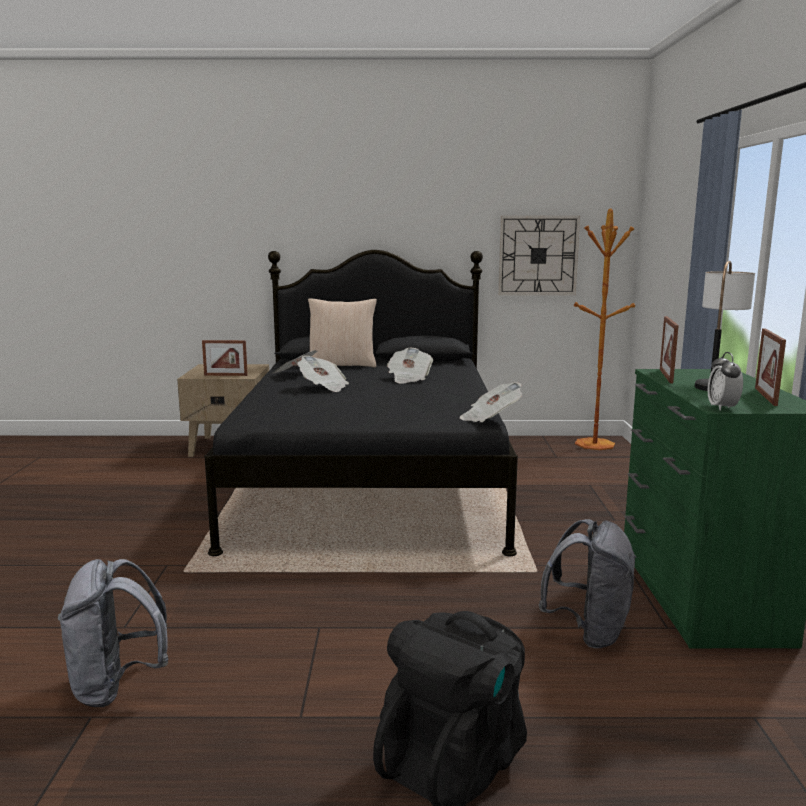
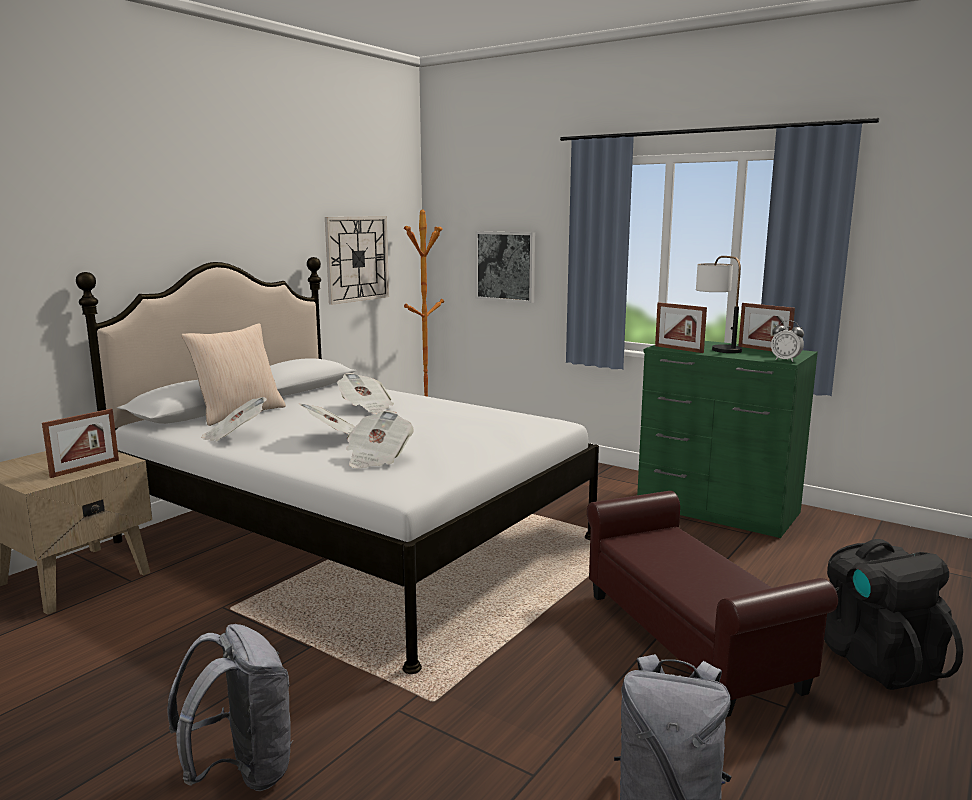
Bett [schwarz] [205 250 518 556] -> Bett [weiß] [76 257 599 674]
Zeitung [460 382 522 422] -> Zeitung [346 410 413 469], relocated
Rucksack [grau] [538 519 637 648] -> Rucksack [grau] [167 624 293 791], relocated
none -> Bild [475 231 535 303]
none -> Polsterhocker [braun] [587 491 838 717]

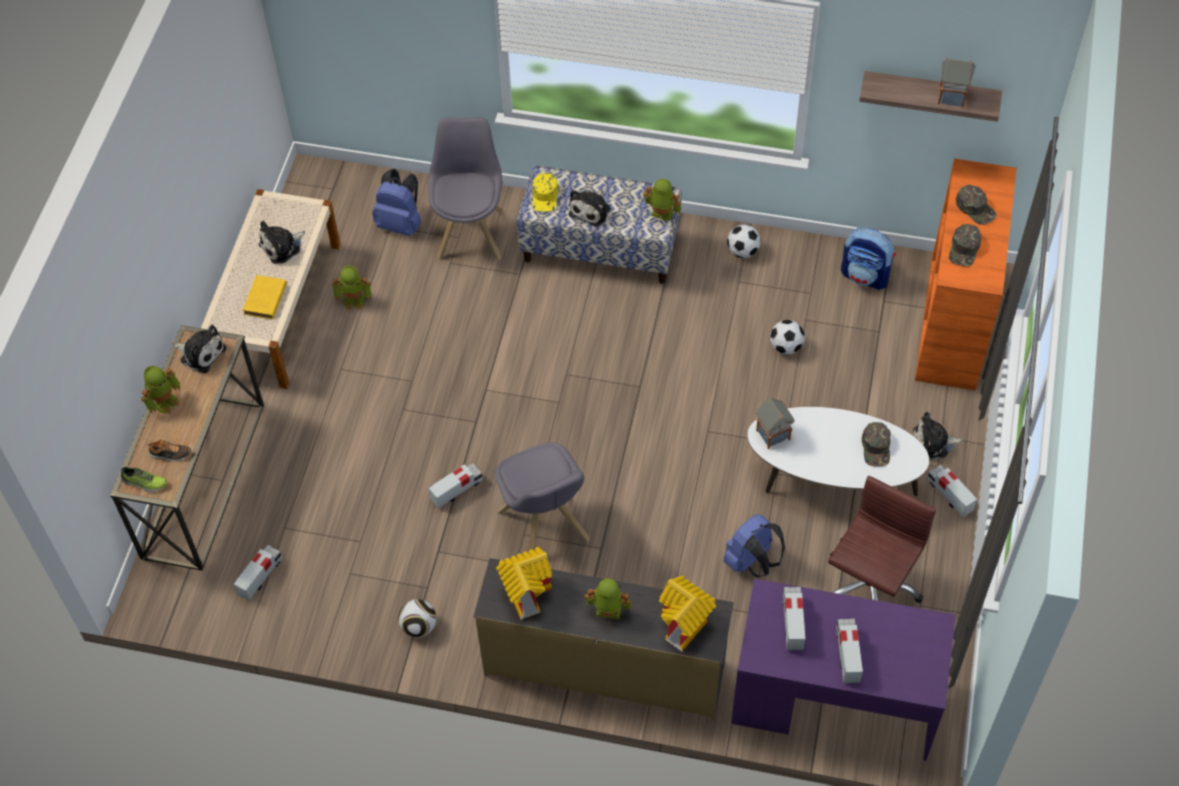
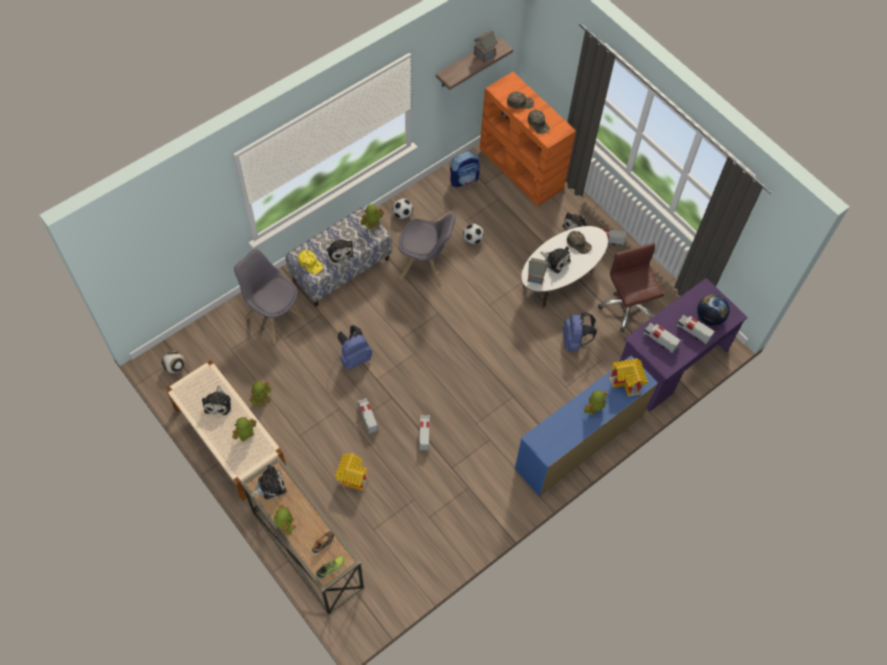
Spielzeuglaster [234 545 282 601] -> Spielzeuglaster [358 398 378 434], relocated
Buch [gelb] [243 275 287 319] -> Spielzeugroboter [232 417 257 442]
Rucksack [blau] [373 168 421 236] -> Rucksack [blau] [338 325 372 370], relocated
Fußball [398 599 436 638] -> Fußball [162 351 185 373], relocated
Kommode [schwarz] [474 558 734 720] -> Kommode [blau] [515 356 658 497]
Stuhl [grau] [495 442 590 553] -> Stuhl [grau] [398 213 456 287], relocated
Spielzeughaus [496 547 552 619] -> Spielzeughaus [335 453 367 491], relocated
none -> Plüschtier [540 246 571 273]
none -> Globus [697 294 730 326]

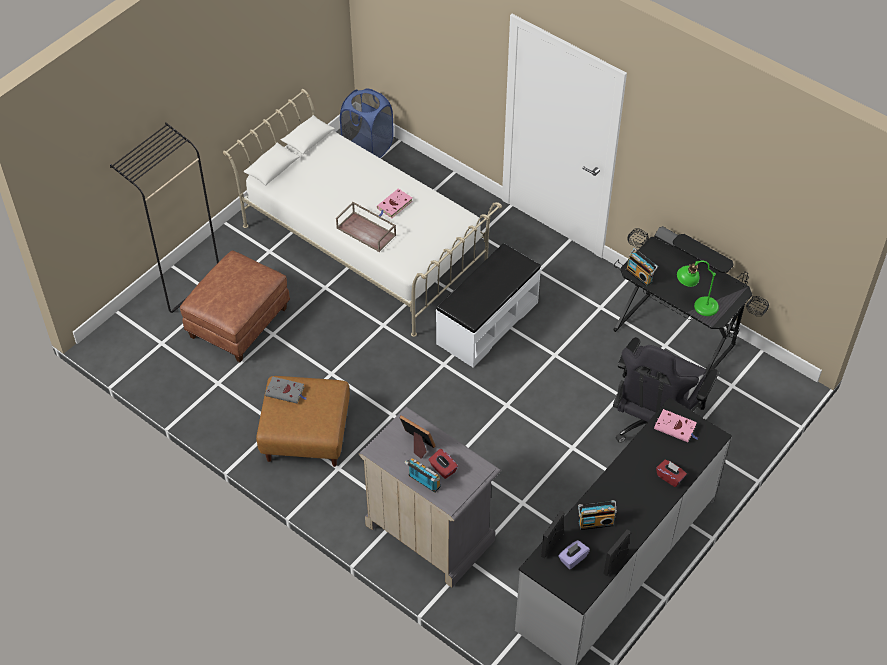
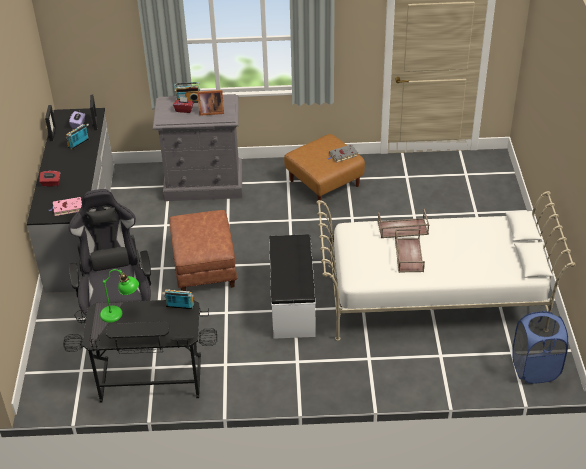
Kleiderständer [schwarz] [110 122 219 313] -> none
Polsterhocker [braun] [180 250 290 362] -> Polsterhocker [braun] [169 210 237 291], relocated
Buch [rosa] [377 189 413 218] -> Tablett [braun] [395 229 425 273]

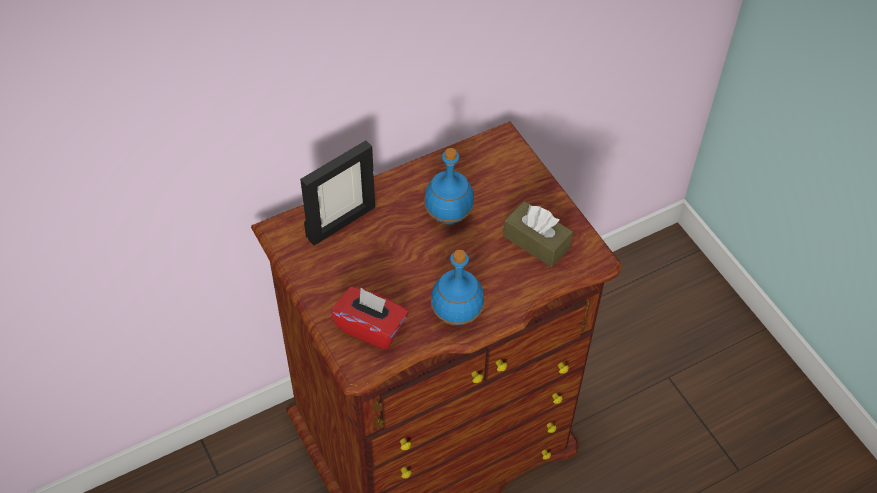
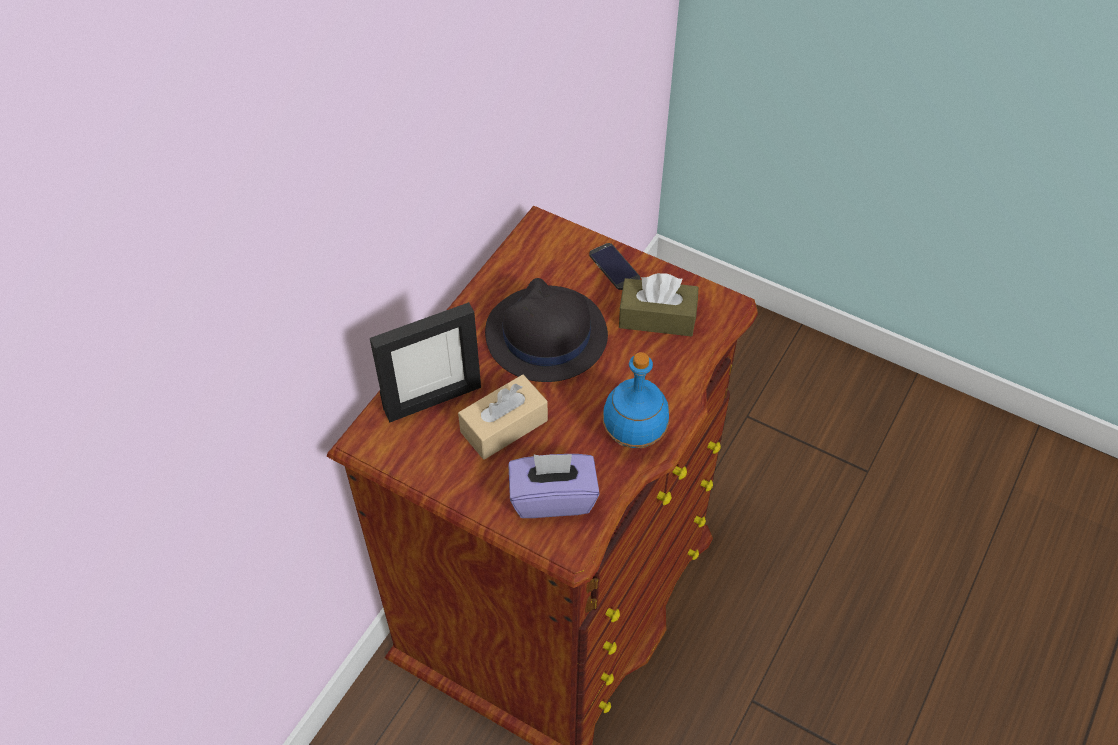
Bilderrahmen [300 140 375 246] -> Bilderrahmen [370 302 481 422], 45 degrees clockwise
Taschentuchbox [rot] [331 286 409 350] -> Taschentuchbox [lila] [508 454 600 518]
Flasche [blau] [424 148 474 225] -> Hut [schwarz] [485 278 608 382]
none -> Taschentuchbox [beige] [458 374 548 460]
none -> Handy [589 243 640 290]

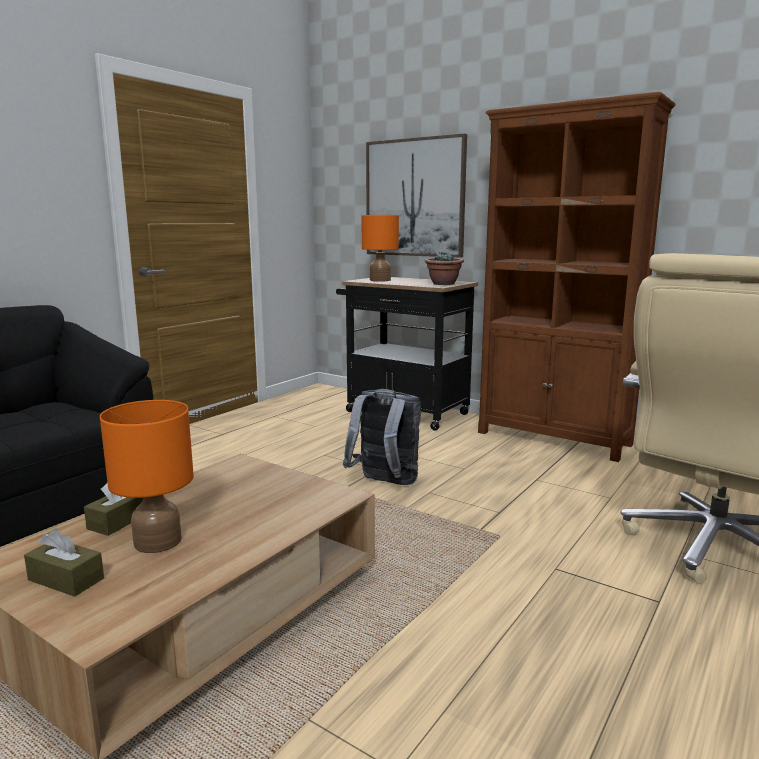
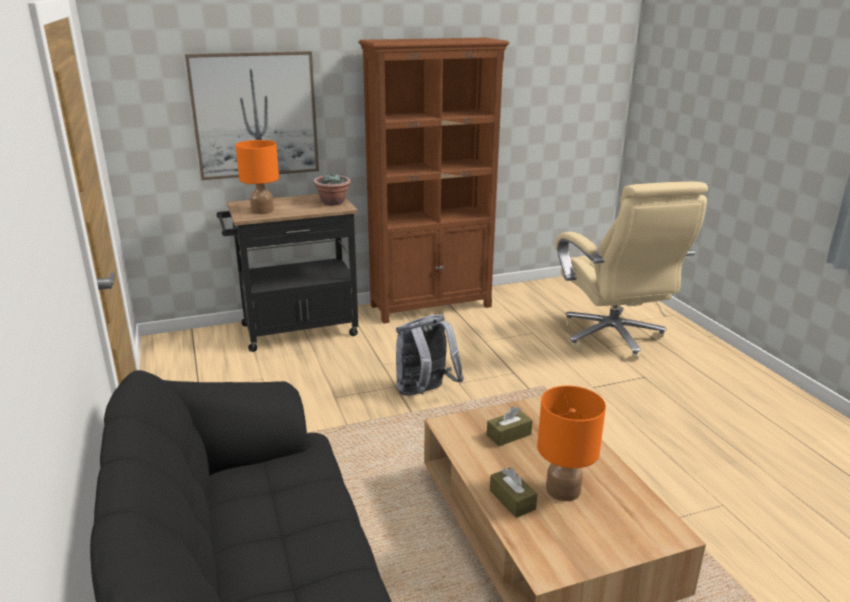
Taschentuchbox [braun] [24 528 104 597] -> Taschentuchbox [braun] [487 406 533 446], relocated

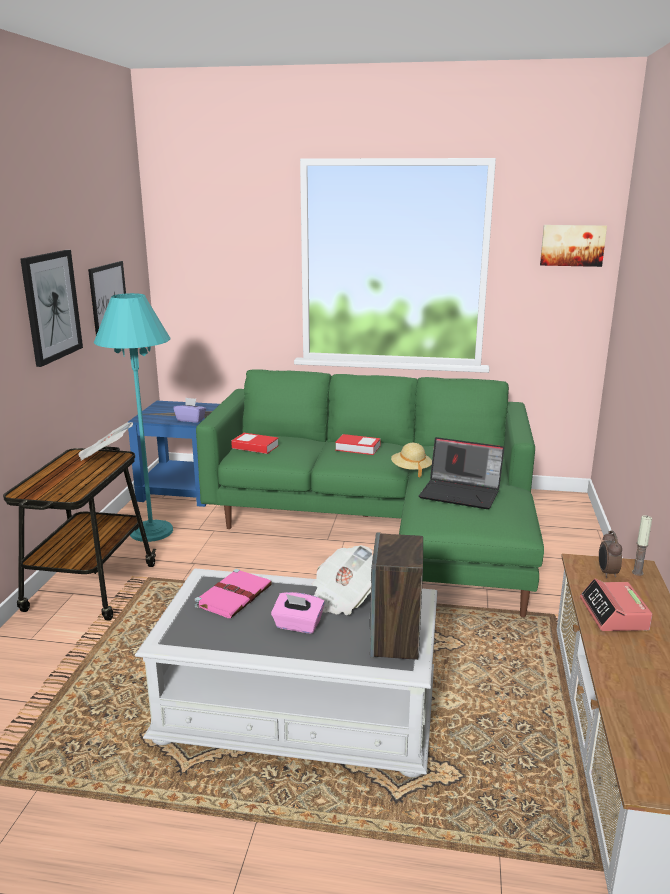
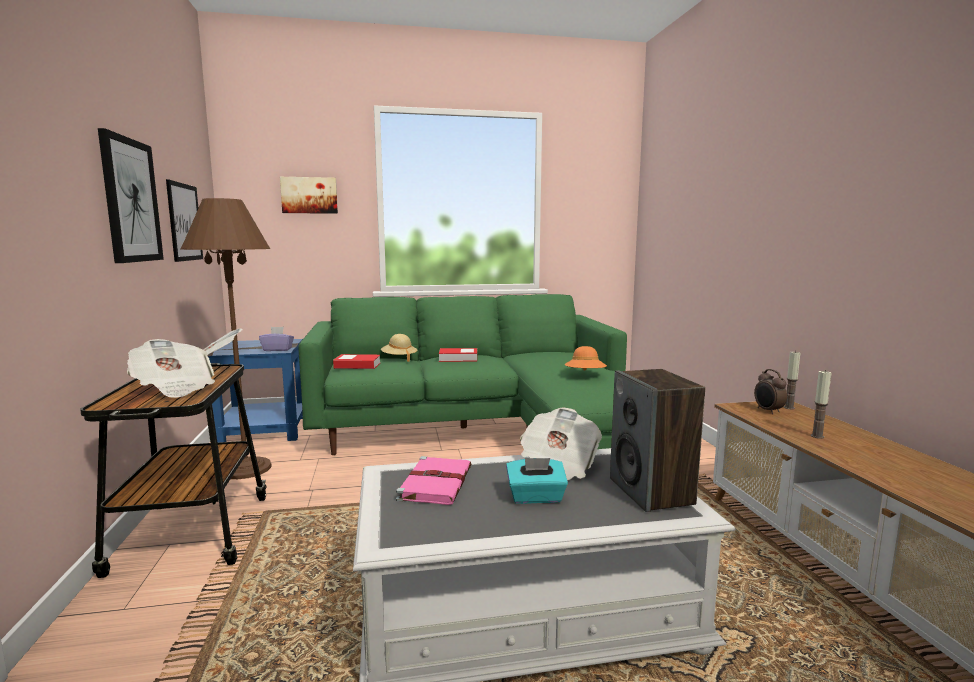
Stehlampe [türkis] [94 293 173 542] -> Stehlampe [braun] [181 198 272 479]
Taschentuchbox [rosa] [271 592 325 634] -> Taschentuchbox [türkis] [506 458 568 504]
Hut [beige] [391 443 432 478] -> Hut [beige] [381 334 417 362], relocated
Laptop [419 437 505 509] -> Hut [orange] [565 346 607 371]
Bild [540 225 607 267] -> Bild [280 177 338 214], relocated
Wecker [580 578 653 631] -> Kerze [811 370 831 439]
none -> Zeitung [127 339 215 398]

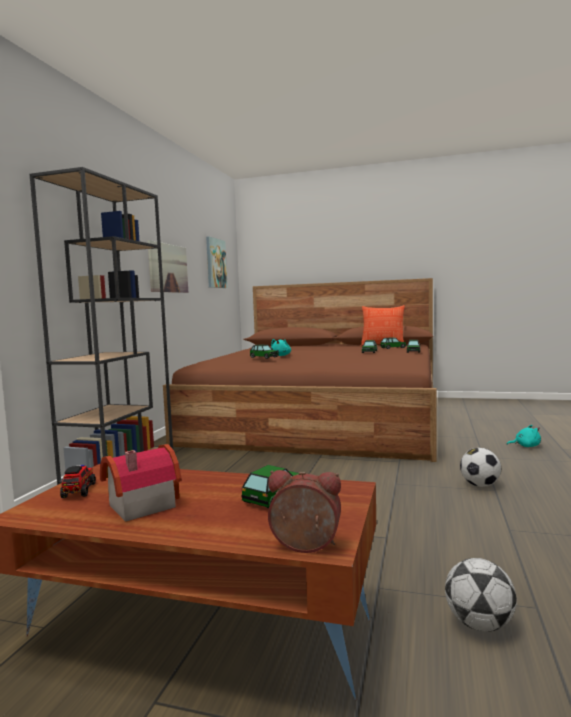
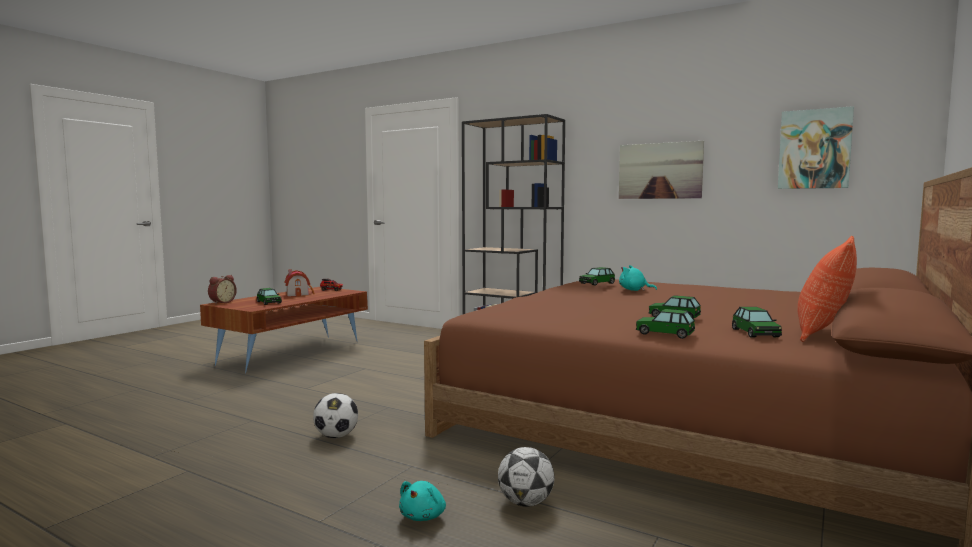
Fußball [445 558 517 632] -> Fußball [498 447 554 507], relocated

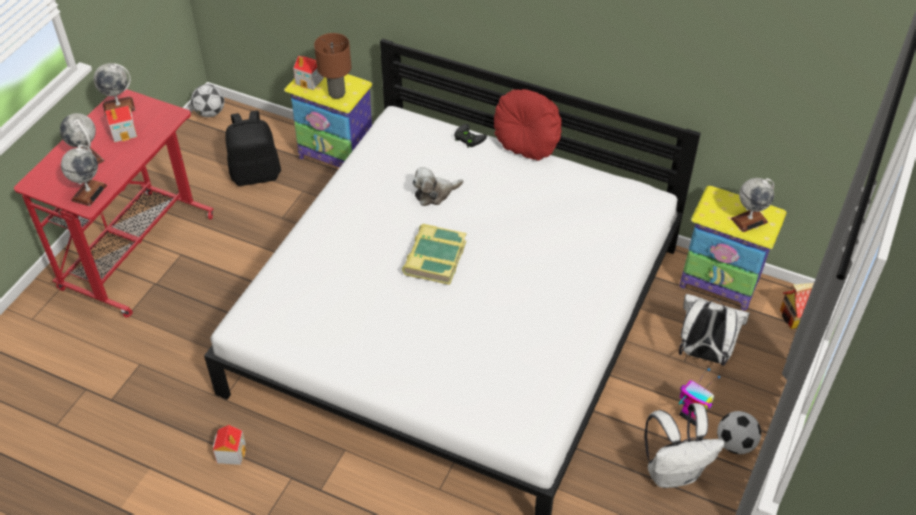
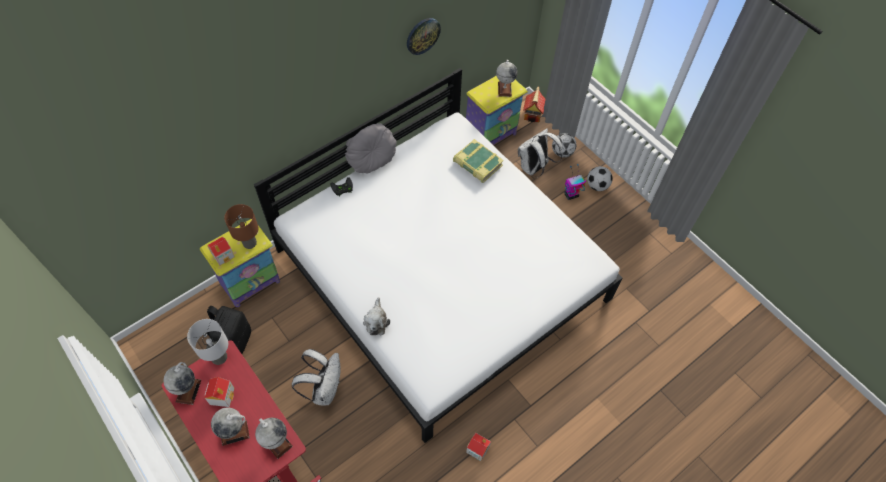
Fußball [191 84 224 117] -> Fußball [552 133 576 158], relocated
Buch [402 224 467 285] -> Buch [453 139 504 183], relocated
Plüschtier [412 167 463 206] -> Plüschtier [363 297 390 335], relocated
Kissen [rot] [494 89 562 161] -> Kissen [grau] [345 123 397 173]
Rucksack [weiß] [645 403 725 488] -> Rucksack [weiß] [292 349 341 406], relocated
none -> Tischlampe [weiß] [187 319 228 365]
none -> Wanduhr [407 18 441 55]

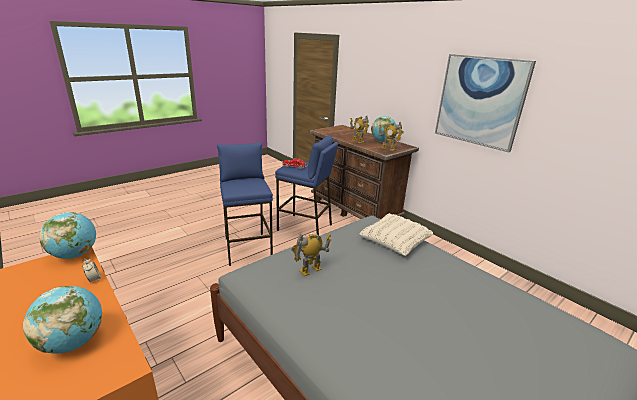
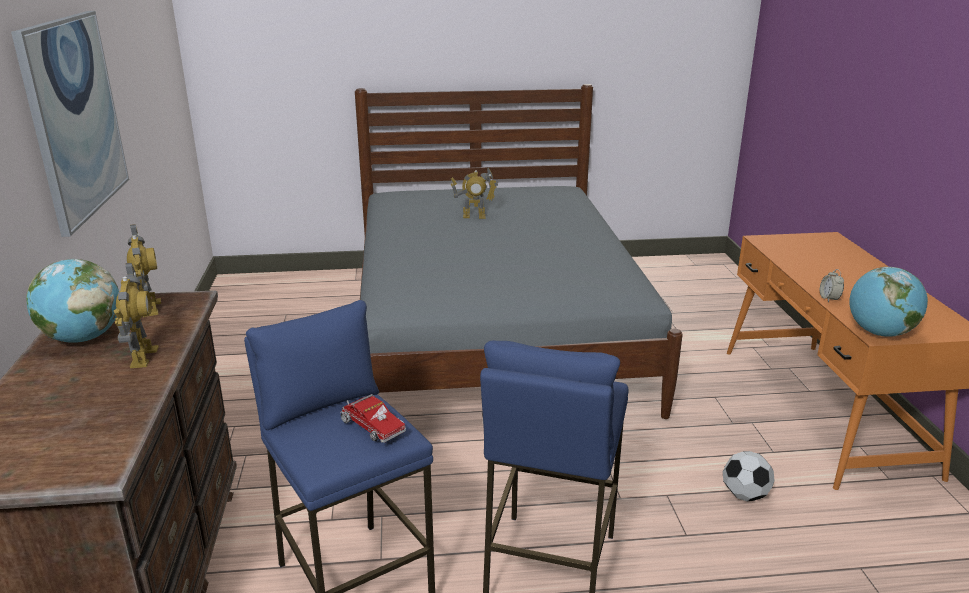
Globus [23 286 102 354] -> none
Spielzeugroboter [291 233 332 276] -> Spielzeugroboter [451 168 498 219], relocated
Kissen [beige] [360 213 433 256] -> none
none -> Fußball [723 451 775 501]

